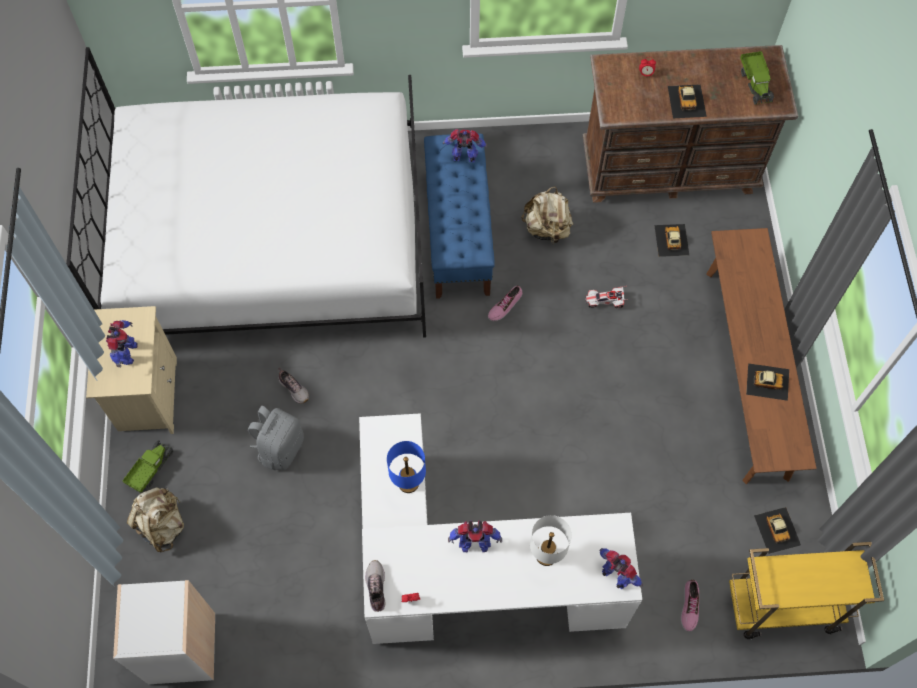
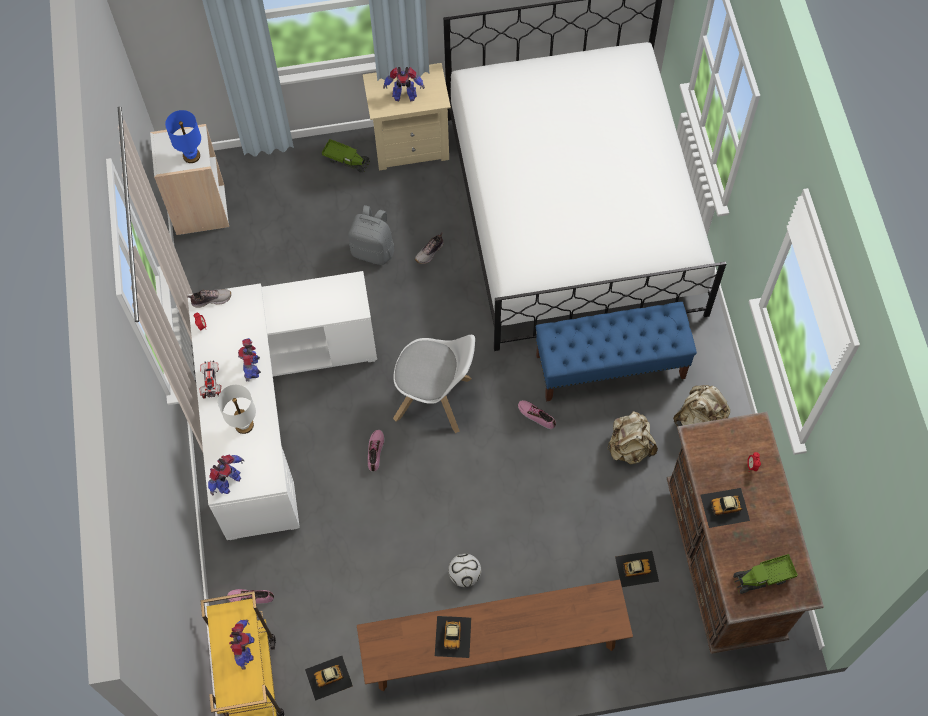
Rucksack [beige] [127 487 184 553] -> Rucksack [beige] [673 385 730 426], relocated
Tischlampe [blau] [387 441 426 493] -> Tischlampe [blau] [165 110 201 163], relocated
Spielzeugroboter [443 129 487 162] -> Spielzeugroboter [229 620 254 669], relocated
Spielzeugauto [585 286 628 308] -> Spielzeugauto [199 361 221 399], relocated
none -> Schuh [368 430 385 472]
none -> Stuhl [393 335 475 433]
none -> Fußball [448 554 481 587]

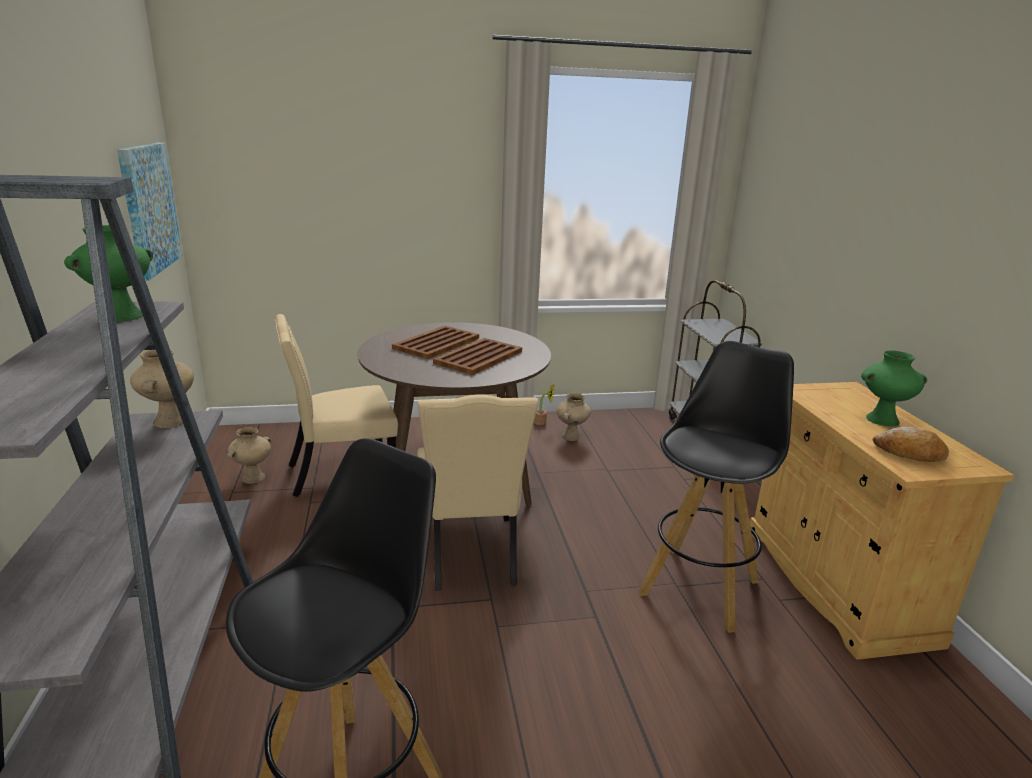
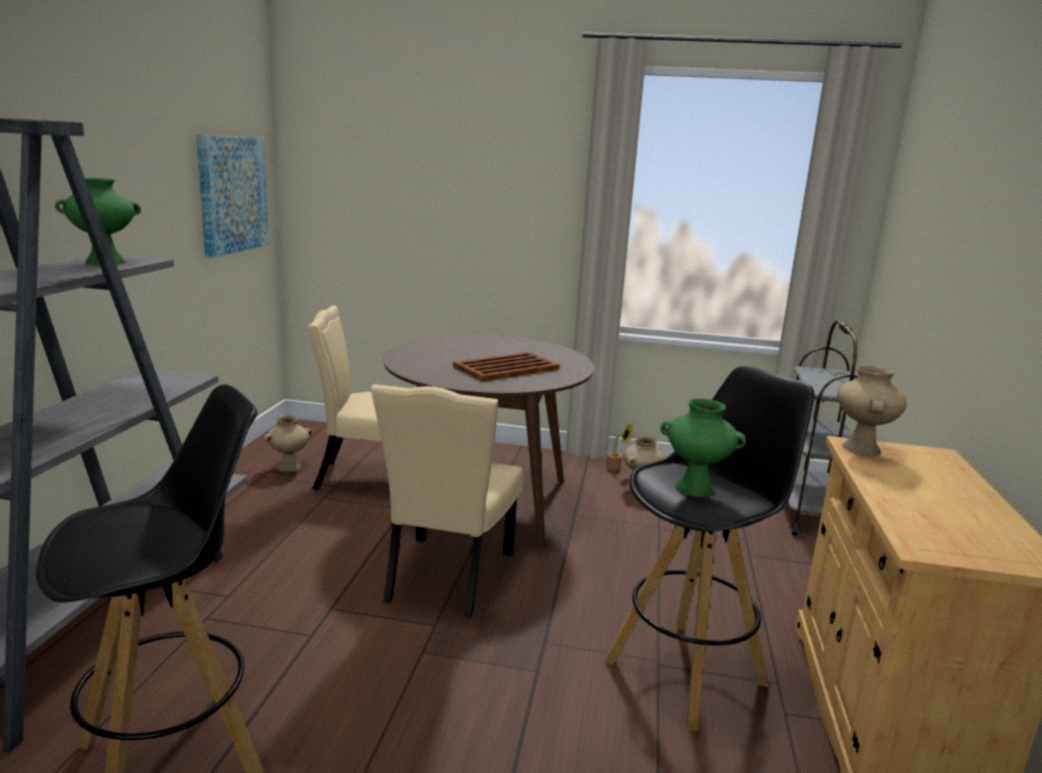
Vase [beige] [130 350 194 428] -> Vase [beige] [837 365 907 456], relocated
Tablett [braun] [392 326 479 359] -> none
Vase [grün] [861 350 927 427] -> Vase [grün] [660 398 746 497], relocated
Brot [873 427 949 462] -> none

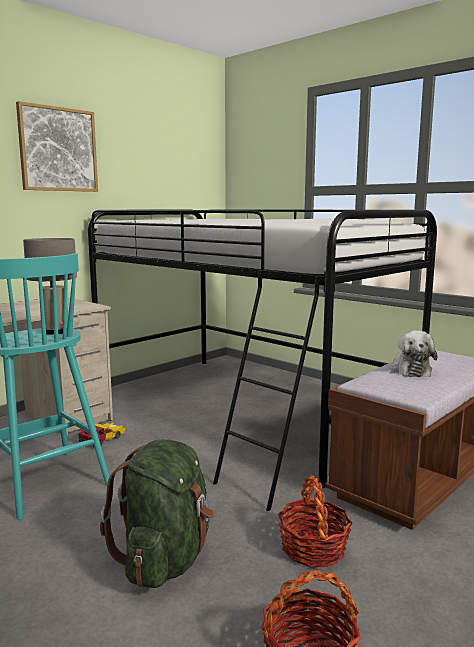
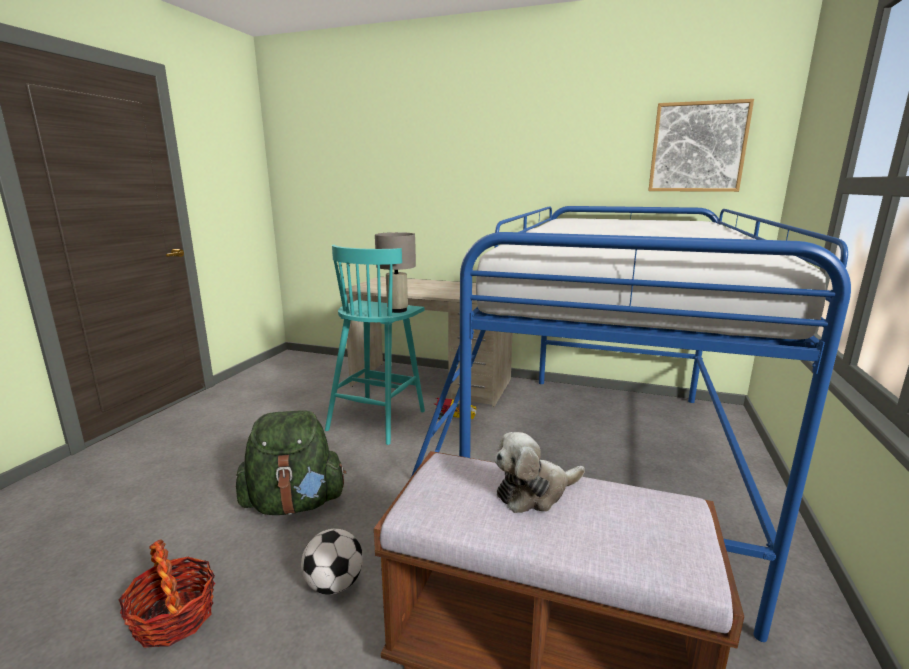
Bild [16 101 98 192] -> Bild [648 99 754 192], relocated
Bett [schwarz] [88 209 437 511] -> Bett [blau] [411 206 851 642]
Korb [278 475 353 568] -> Fußball [301 529 363 595]

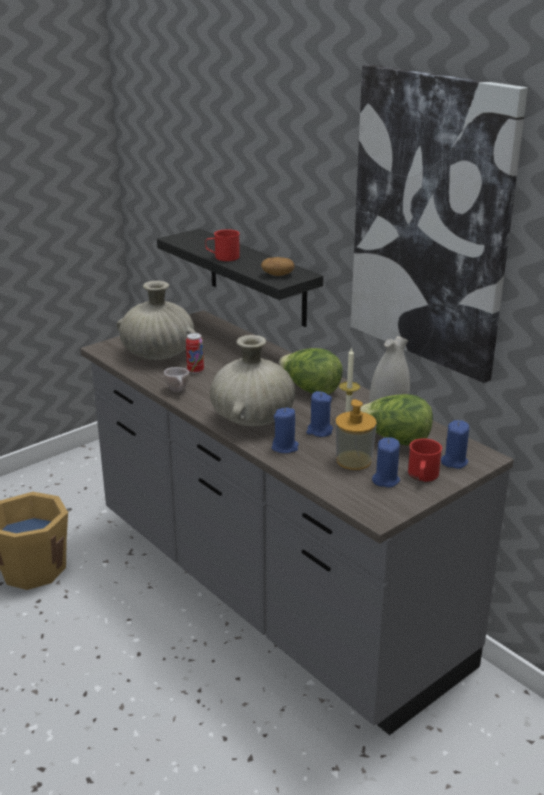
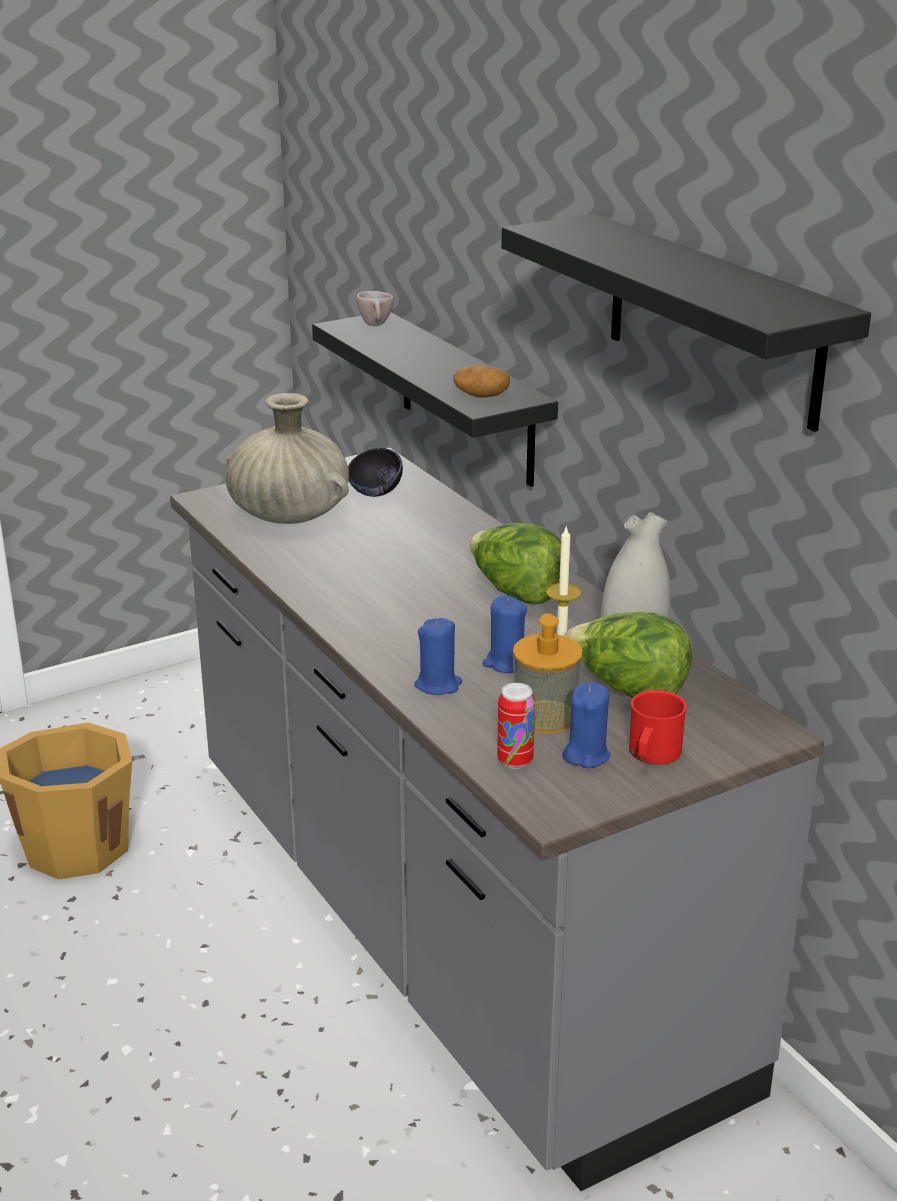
Tasse [beige] [164 367 189 392] -> Tasse [beige] [356 291 394 326], relocated
Dose [186 333 204 374] -> Dose [497 683 535 769], relocated
Henkelbecher [rot] [205 229 240 261] -> none
Vase [beige] [210 335 295 426] -> none
Bild [351 64 528 383] -> Wandregal [schwarz] [501 214 871 432]
Kerze [blau] [441 420 469 469] -> none
none -> Schüssel [schwarz] [348 448 403 497]

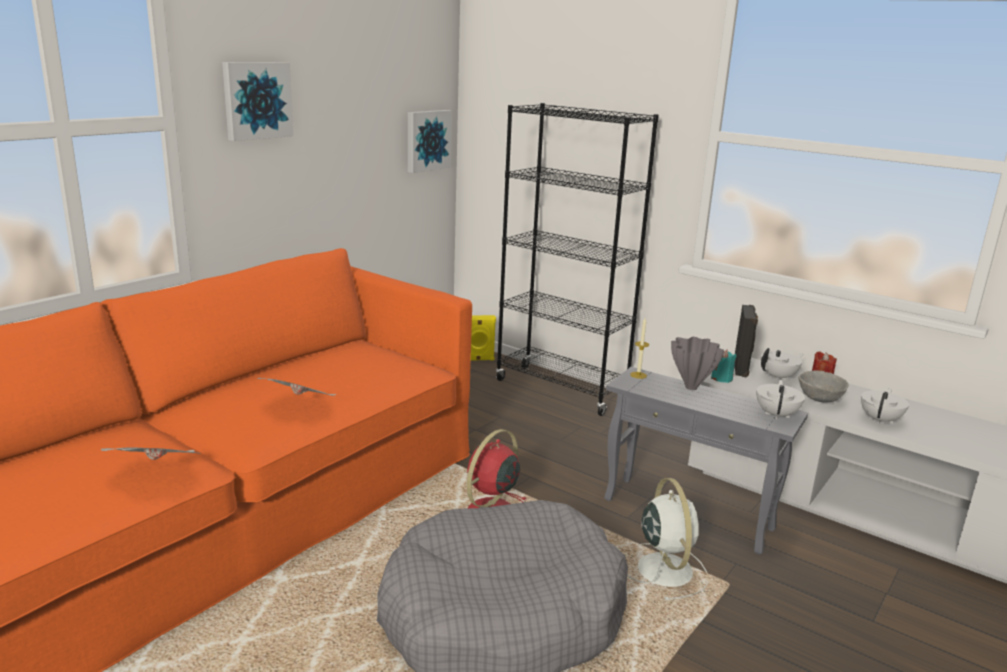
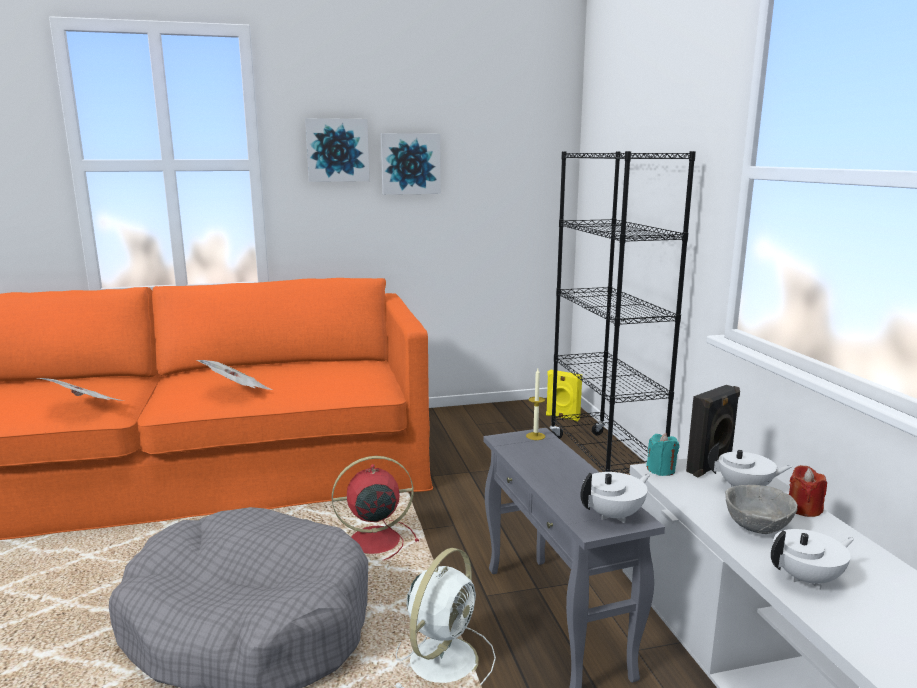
Bild [408 110 452 173] -> Bild [381 133 441 195], relocated
Vase [grau] [671 337 724 390] -> none

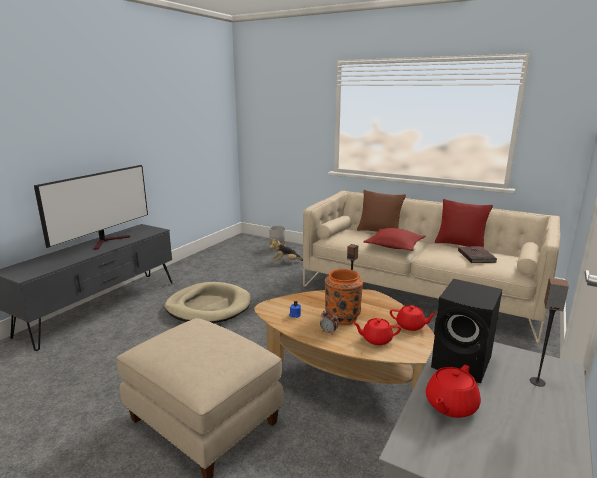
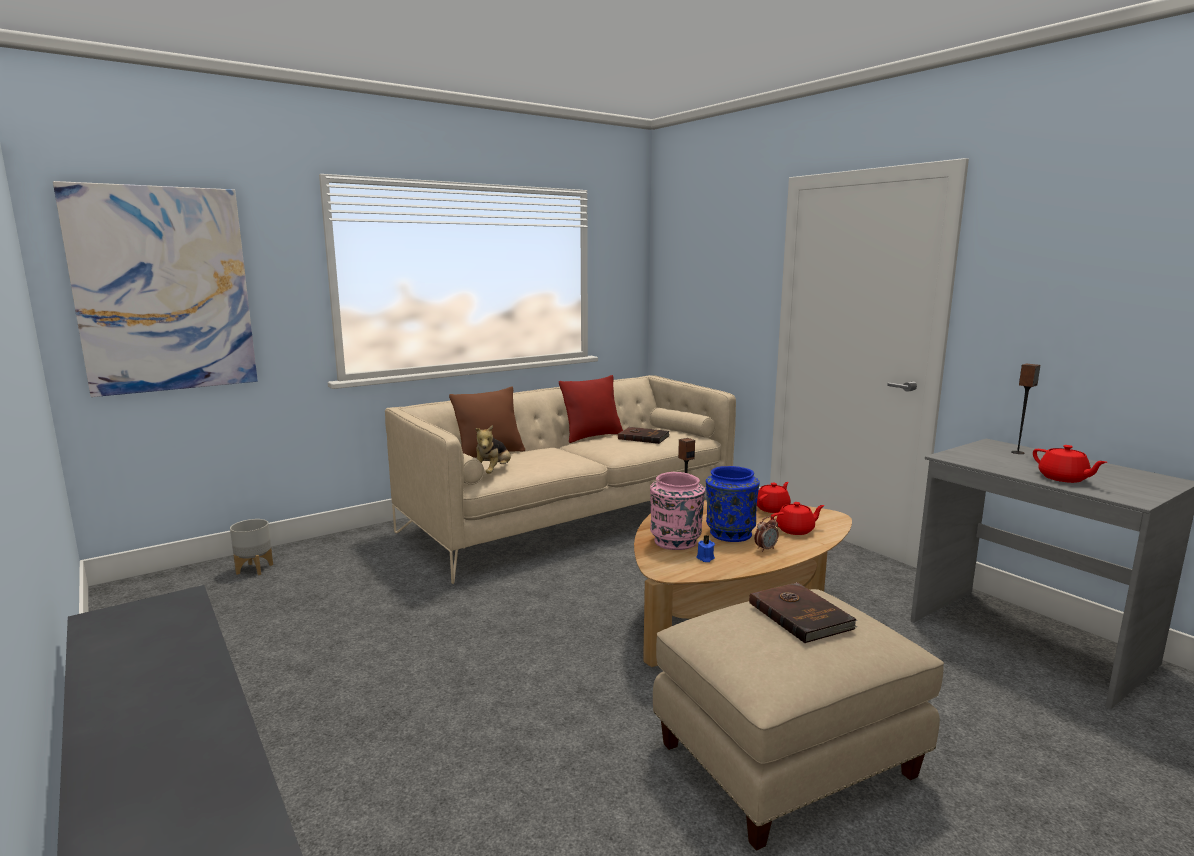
Fernseher [34 165 148 250] -> none
Hundebett [beige] [164 282 251 323] -> none
Plüschtier [270 238 303 261] -> Plüschtier [475 425 511 474], relocated
Vase [orange] [325 269 363 325] -> Vase [blau] [706 466 760 542]
Teekanne [rot] [353 318 401 345] -> Teekanne [rot] [771 502 825 535], 135 degrees counterclockwise
Kissen [rot] [364 228 425 251] -> none
Lautsprecher [schwarz] [431 279 502 383] -> none
none -> Bild [53 181 258 397]
none -> Vase [rosa] [650 472 705 550]
none -> Buch [braun] [749 582 857 643]

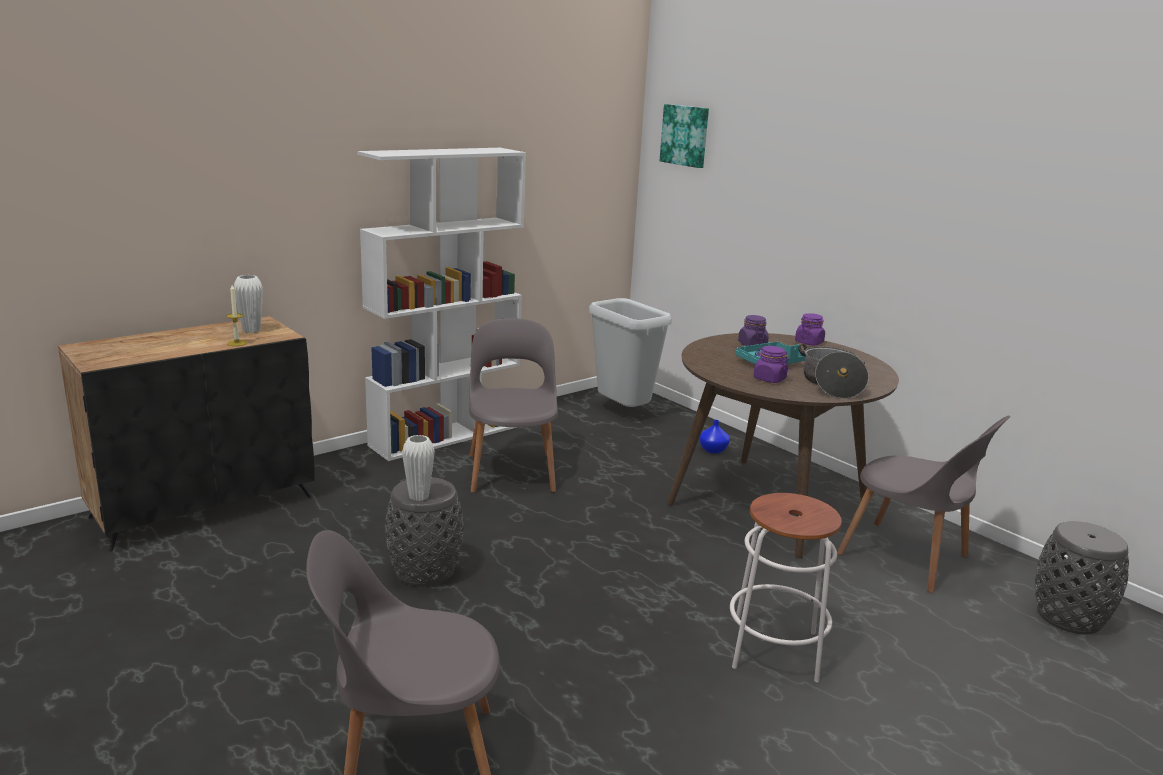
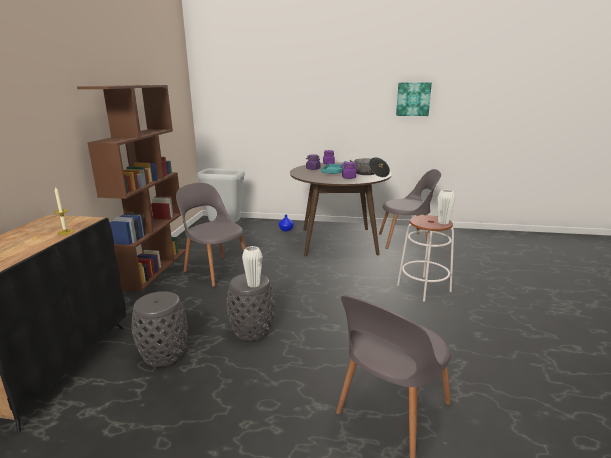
Vase [weiß] [234 275 263 333] -> Vase [weiß] [437 189 455 224], relocated
Bücherregal [weiß] [357 148 526 461] -> Bücherregal [braun] [77 85 186 292]
Bild [660 104 709 168] -> Bild [396 82 432 116], relocated
Hocker [grau] [1035 521 1129 634] -> Hocker [grau] [132 291 188 367], relocated

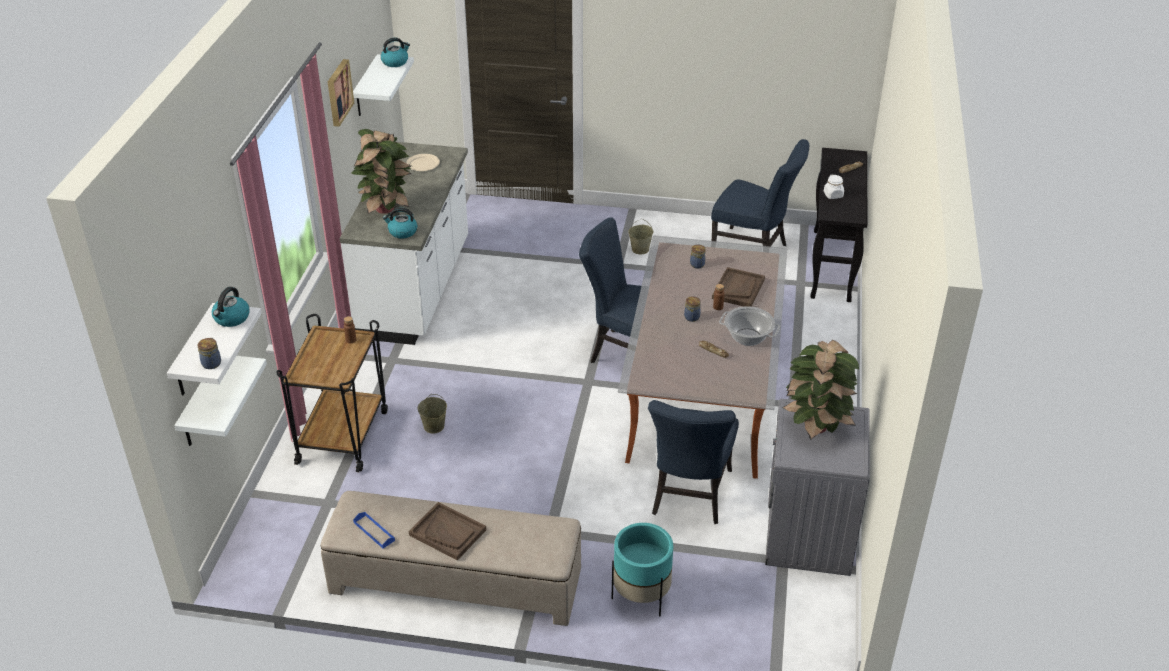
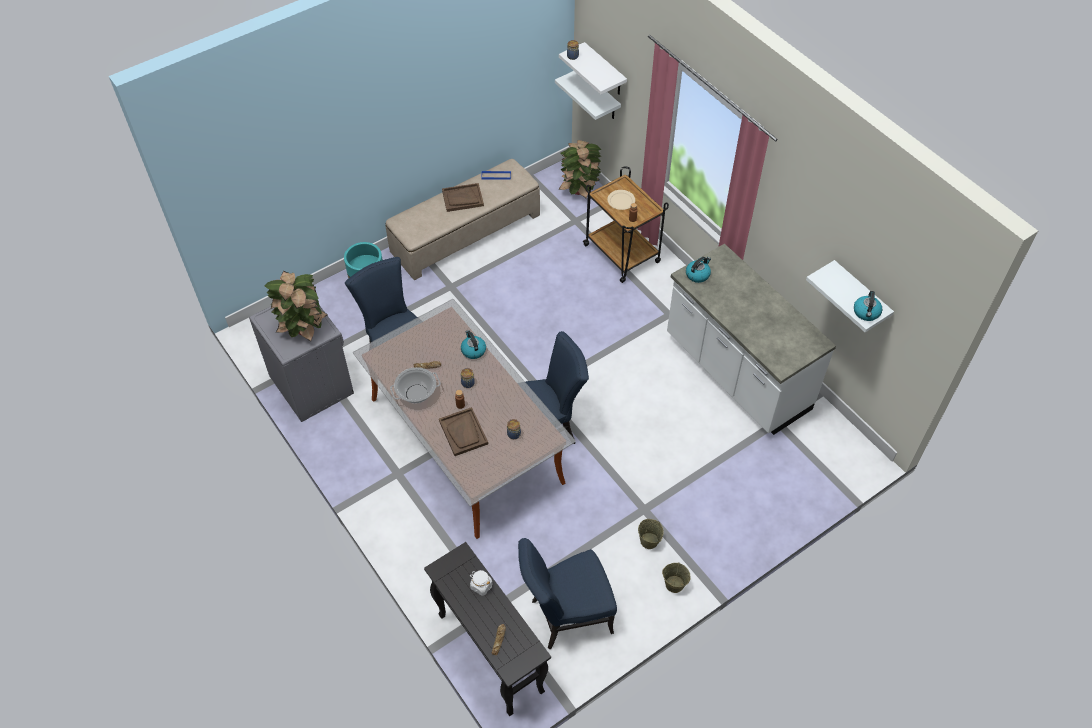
Wasserkessel [212 287 250 327] -> Wasserkessel [461 330 486 359], relocated
Bild [328 59 354 127] -> none
Topfpflanze [351 129 411 214] -> Topfpflanze [558 140 601 199], relocated
Teller [beige] [406 154 440 171] -> Teller [beige] [607 190 635 210], relocated
Eimer [beige] [418 394 447 433] -> Eimer [beige] [662 563 691 593], relocated

